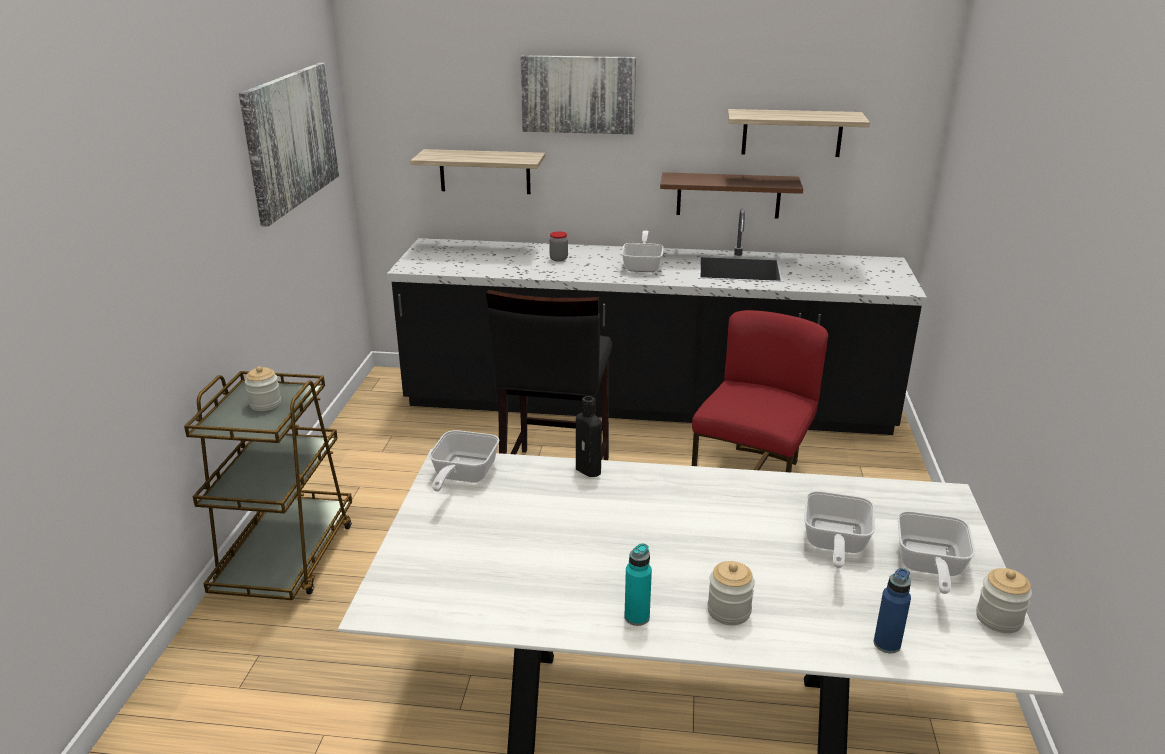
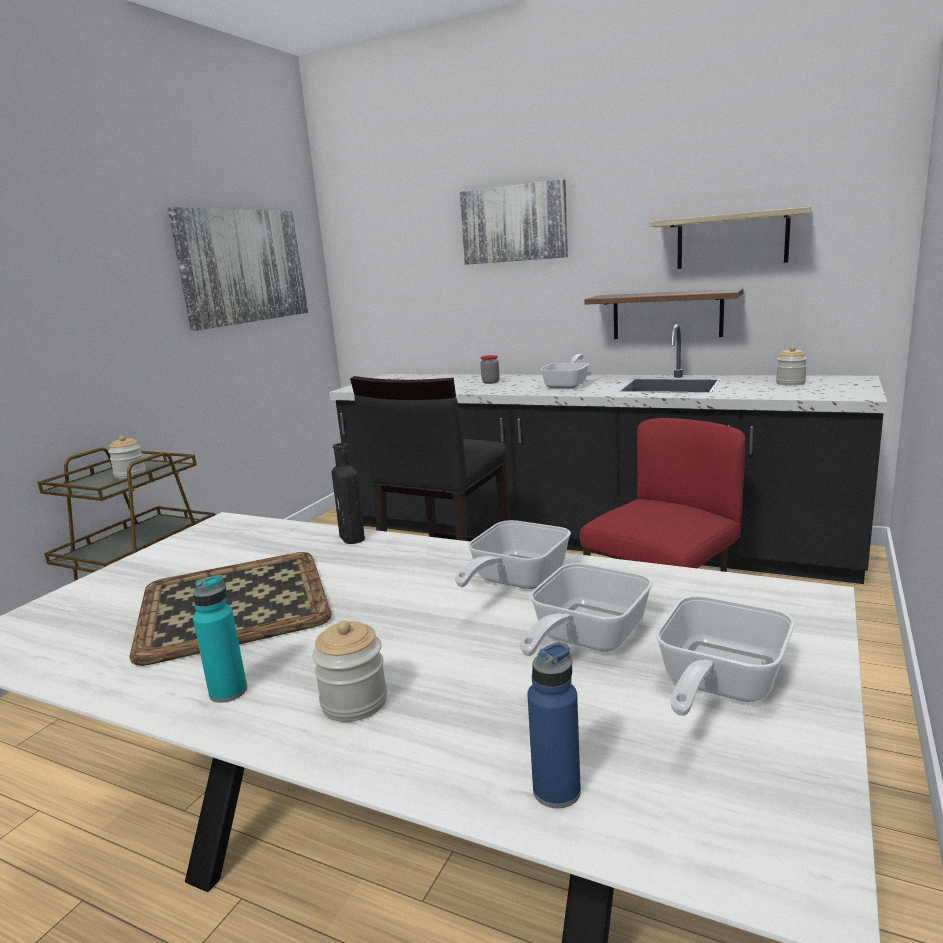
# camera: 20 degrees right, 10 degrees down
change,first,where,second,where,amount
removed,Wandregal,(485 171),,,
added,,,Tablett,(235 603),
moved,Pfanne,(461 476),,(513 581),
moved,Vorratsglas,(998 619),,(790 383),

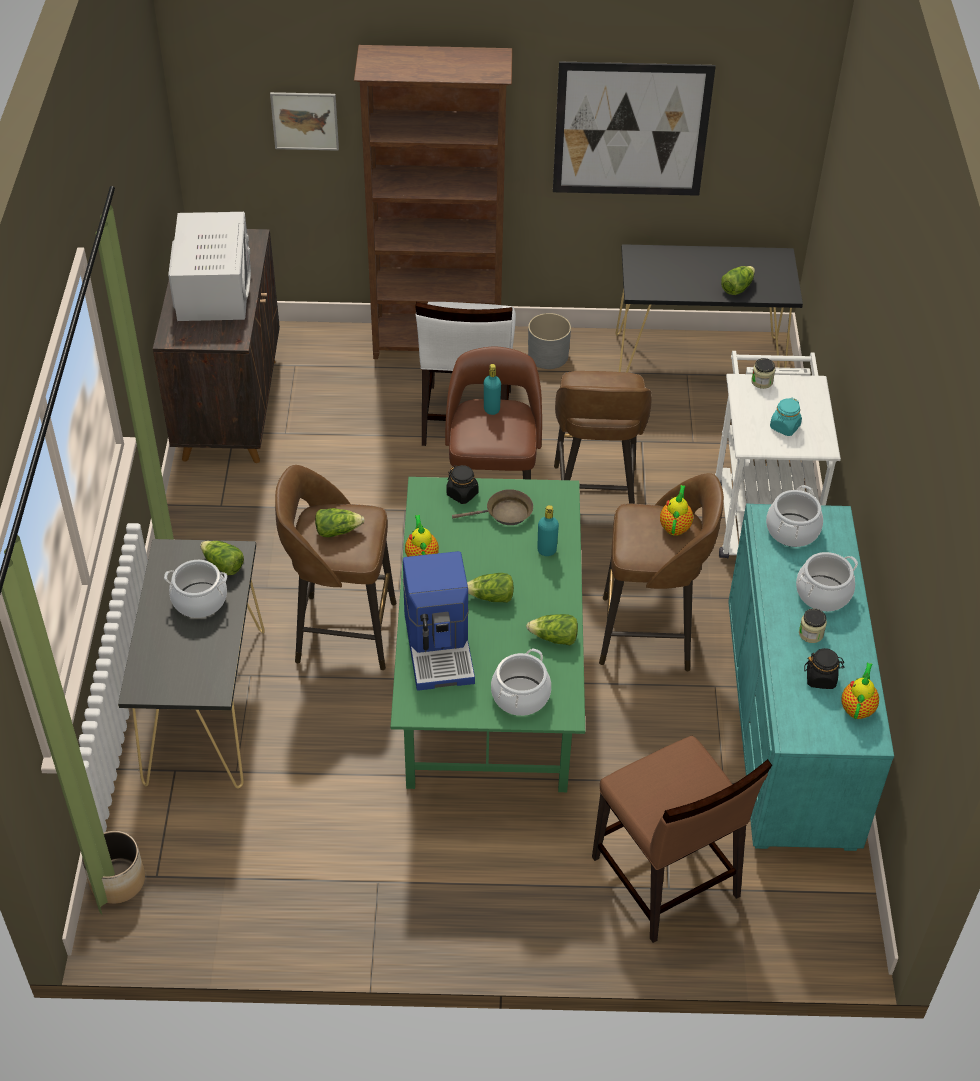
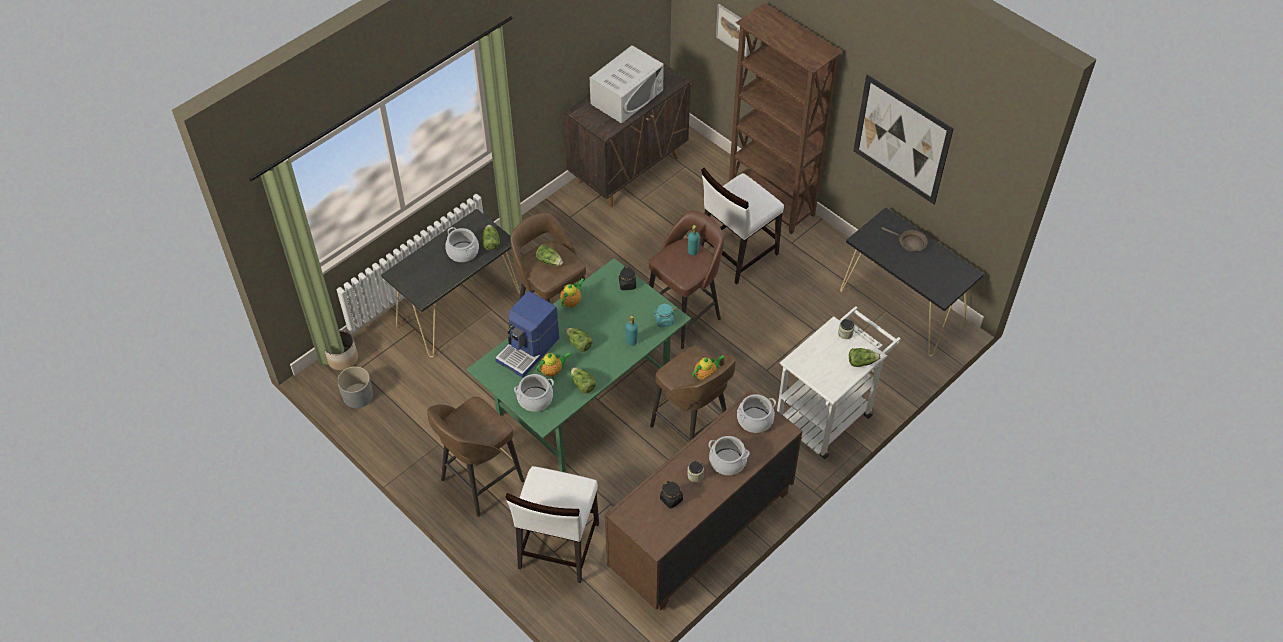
# camera: 45 degrees right, 5 degrees up
change,first,where,second,where,amount
moved,Pfanne (braun),(505 513),,(909 243),
moved,Pflanzkübel (grau),(548 356),,(358 396),
moved,Hocker (braun),(594 499),,(480 482),
moved,Salatkopf,(737 287),,(861 362),
moved,Vorratsglas (türkis),(784 427),,(664 321),
moved,Teekanne,(857 707),,(552 371),
recoloured,Stuhl (braun),(665 878),Stuhl (weiß),(558 546),
recoloured,Kommode (türkis),(789 729),Kommode (braun),(701 530),

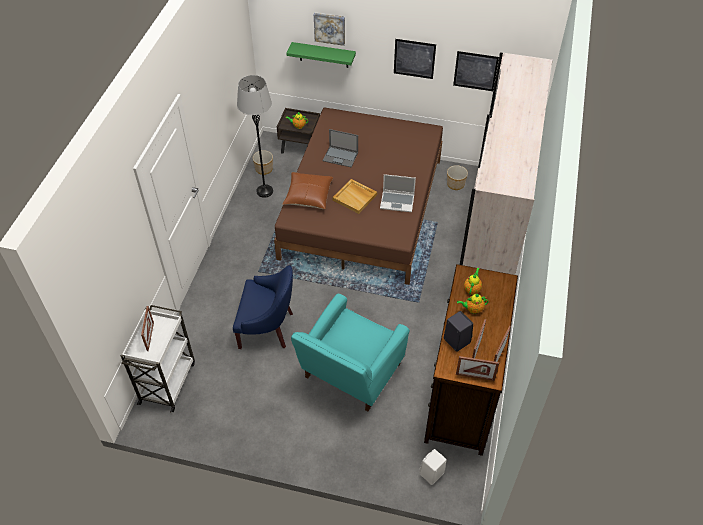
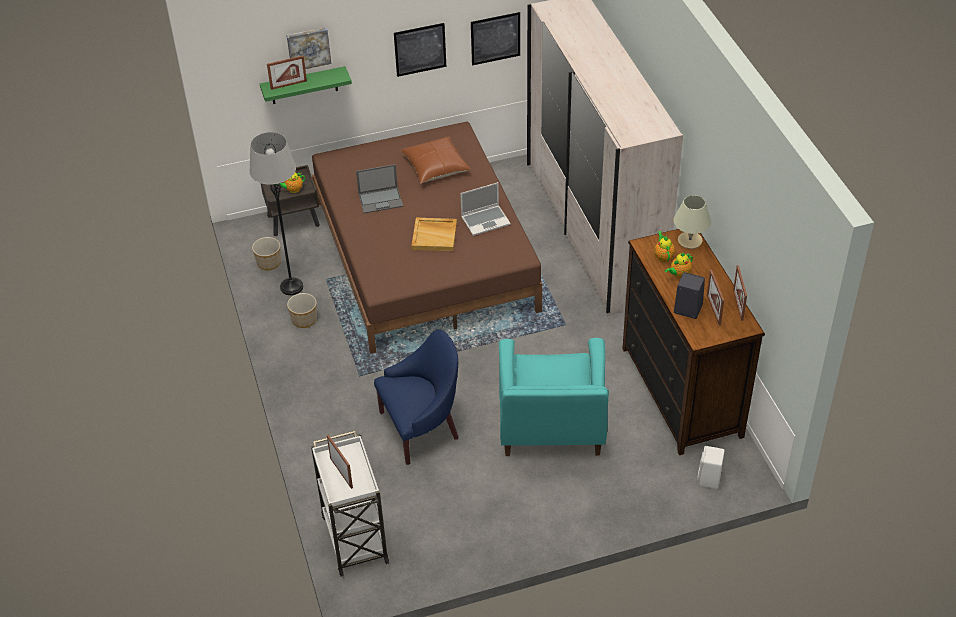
# camera: 30 degrees left, 5 degrees down
change,first,where,second,where,amount
added,,,Tischlampe (beige),(690 241),
moved,Kissen (braun),(308 196),,(435 167),
moved,Pflanzkübel,(455 184),,(304 319),
moved,Bilderrahmen,(475 377),,(288 85),

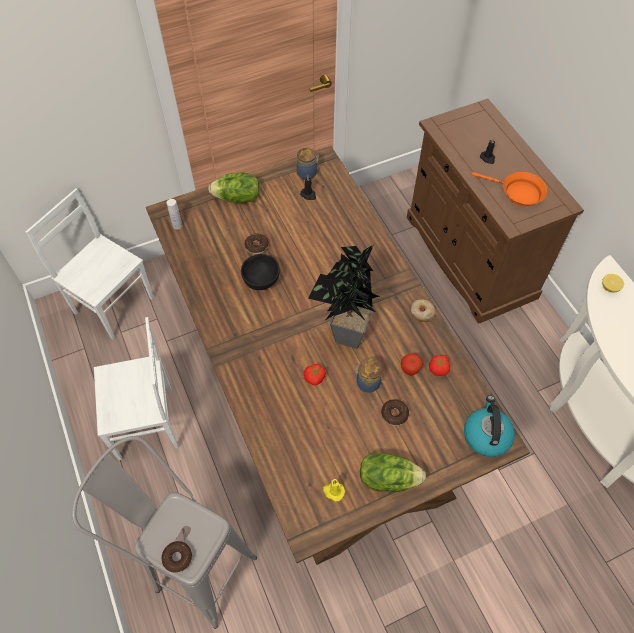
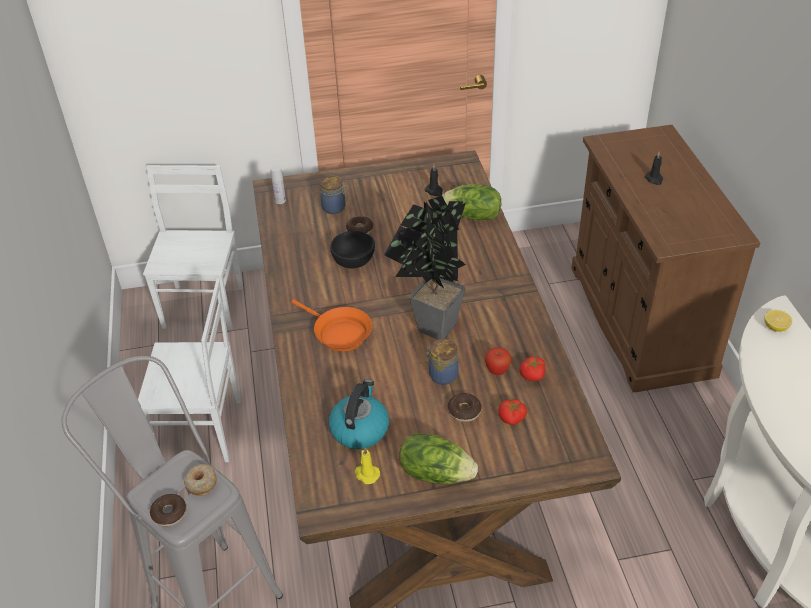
# camera: 15 degrees right, 15 degrees down
change,first,where,second,where,amount
moved,Salatkopf,(237 198),,(473 216),
moved,Vorratsglas,(308 173),,(335 208),
moved,Tomate,(315 378),,(512 418),
moved,Donut,(422 313),,(201 483),
moved,Wasserkessel,(486 435),,(359 429),
moved,Pfanne (orange),(518 193),,(339 333),
turned,Stuhl (weiß),(113 304),,(205 306),45 degrees clockwise

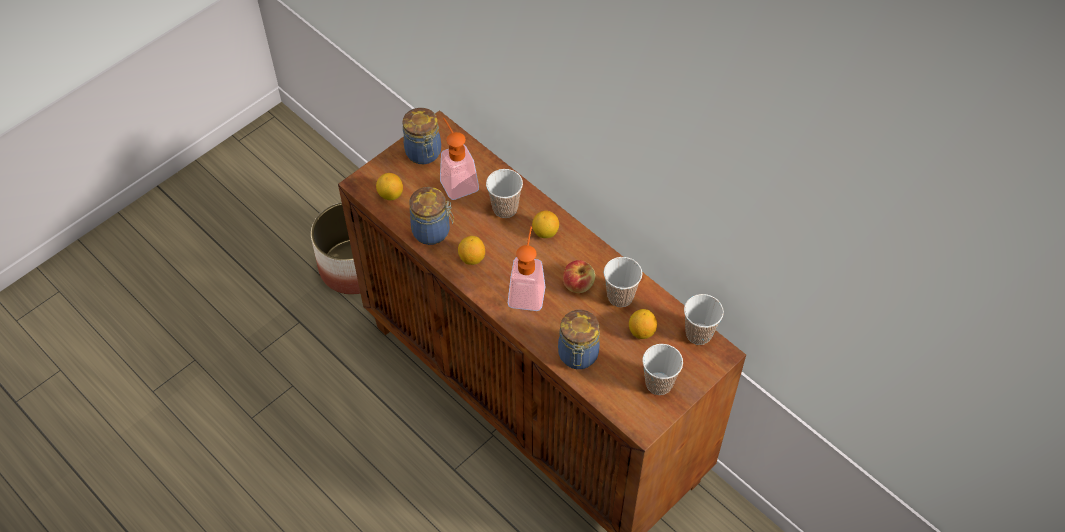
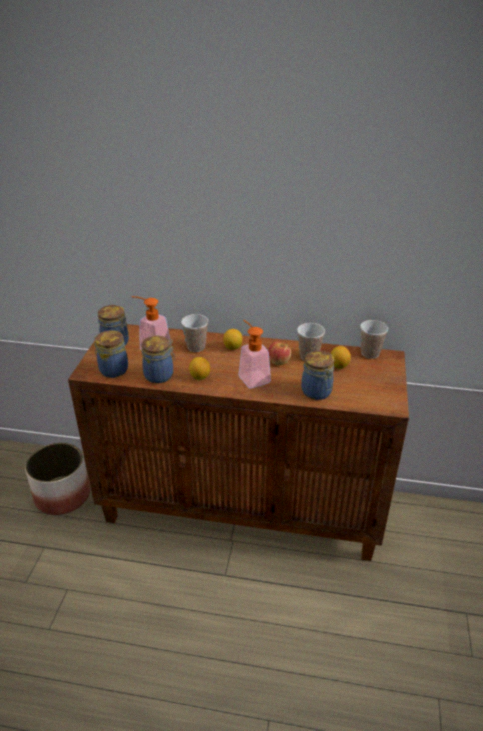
# camera: 35 degrees left, 20 degrees down
change,first,where,second,where,amount
removed,Tasse,(658 383),,,
replaced,Zitrone,(390 195),Vorratsglas,(112 370),

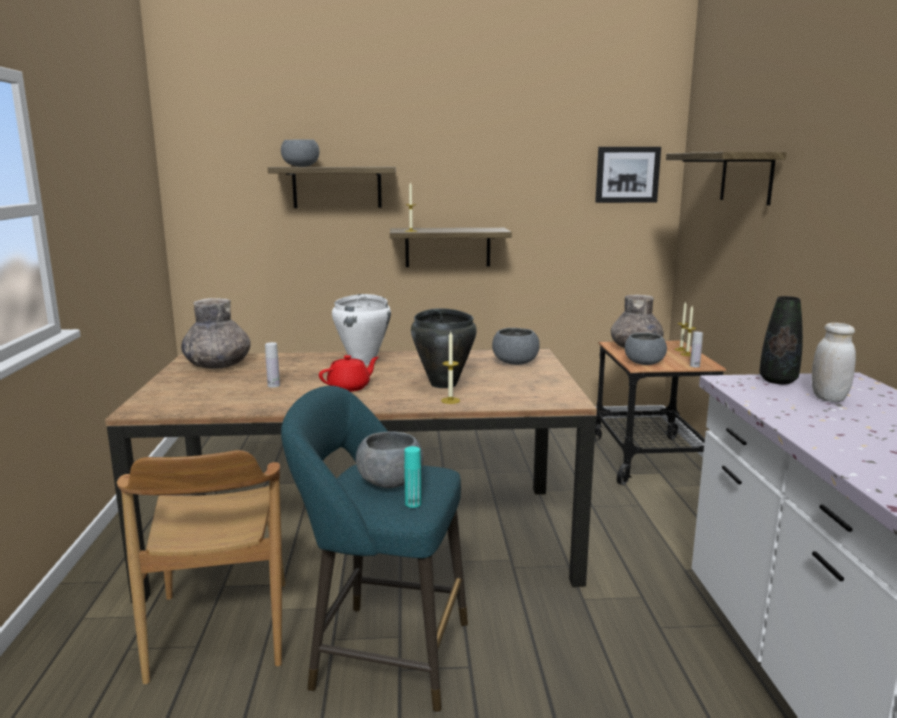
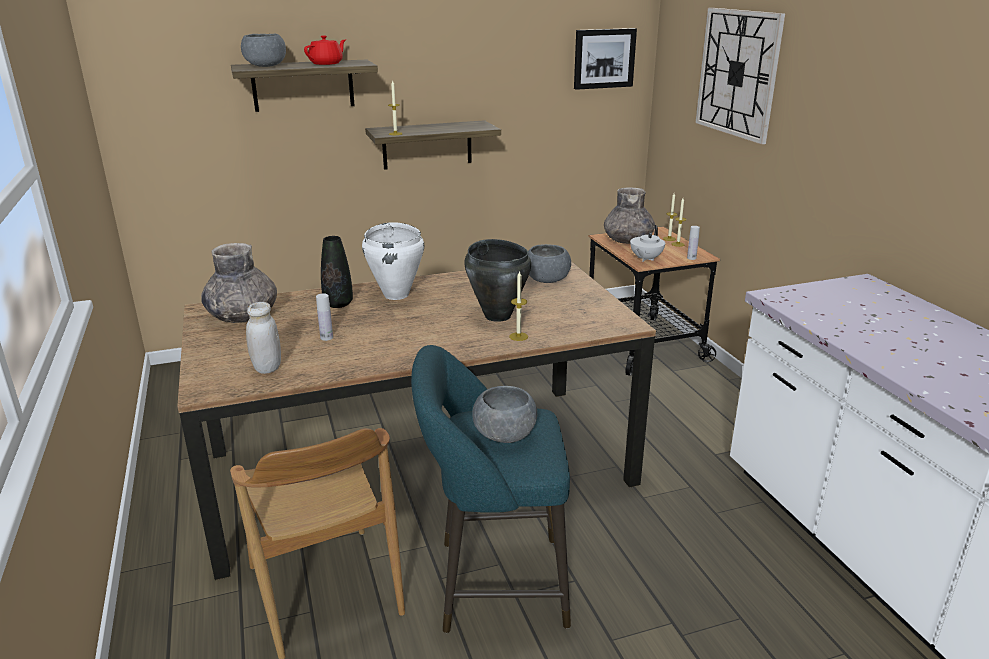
# camera: 15 degrees left, 10 degrees up
change,first,where,second,where,amount
removed,Flasche (türkis),(413 504),,,
moved,Teekanne (rot),(350 387),,(327 63),
moved,Vase (schwarz),(778 381),,(338 304),
moved,Vorratsglas (weiß),(828 398),,(267 368),
replaced,Schüssel (grau),(644 363),Teekanne (weiß),(645 259),
replaced,Wandregal,(746 177),Wanduhr,(738 73),

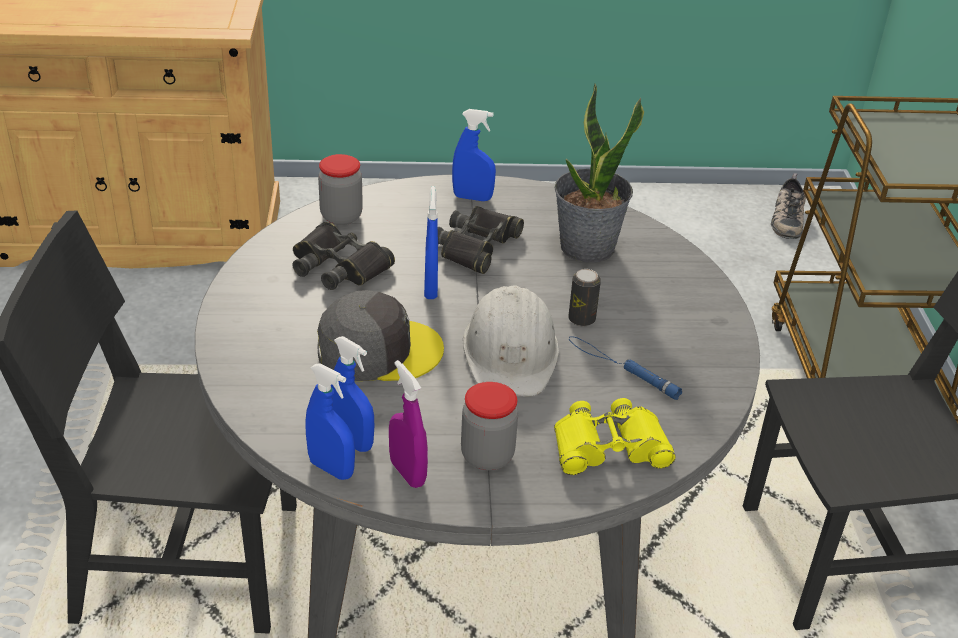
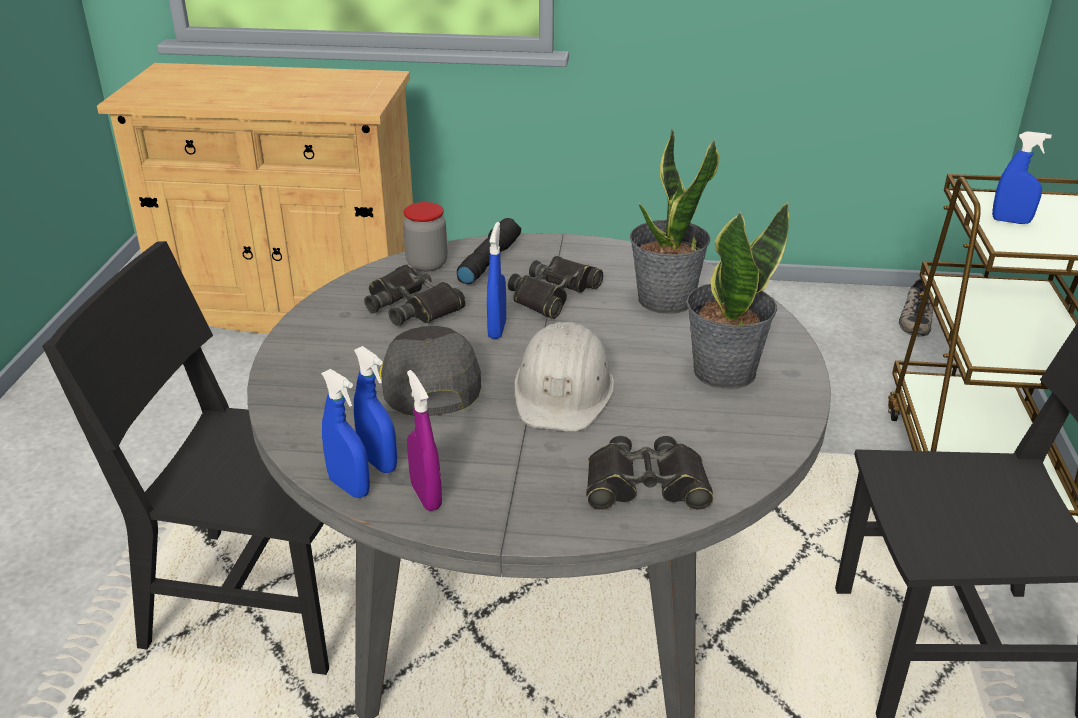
# camera: 10 degrees right, 5 degrees down
change,first,where,second,where,amount
removed,Vorratsglas,(487 456),,,
removed,Dose,(581 319),,,
removed,Taschenlampe (blau),(622 368),,,
added,,,Taschenlampe (schwarz),(488 261),
added,,,Topfpflanze,(723 371),
moved,Sprühflasche (blau),(472 198),,(1011 221),
recoloured,Fernglas (gelb),(609 447),Fernglas (schwarz),(646 485),
turned,Kappe (grau),(378 350),,(429 381),105 degrees counterclockwise

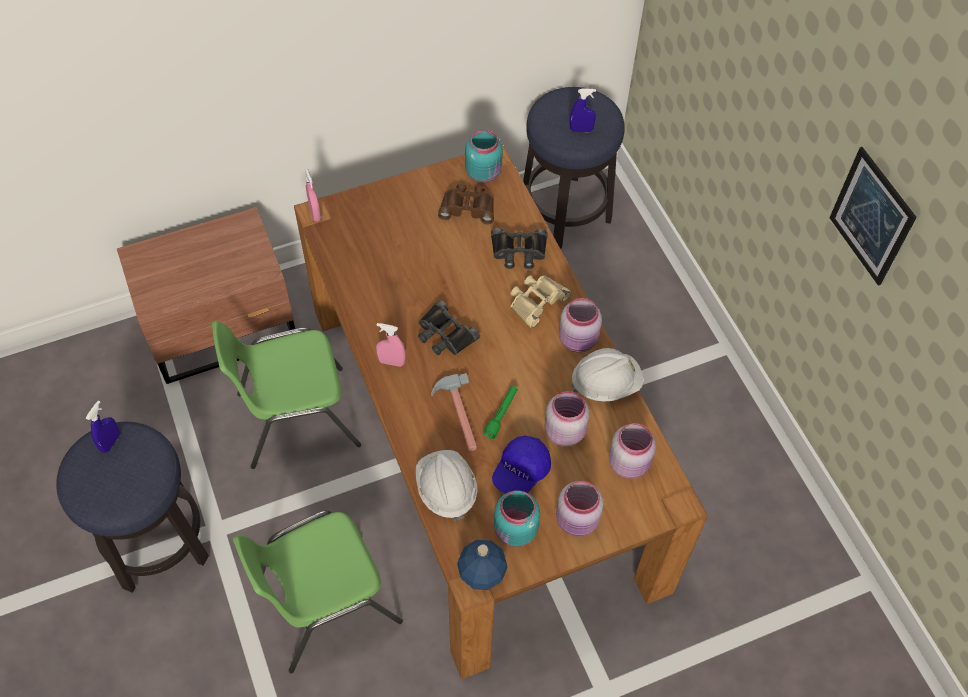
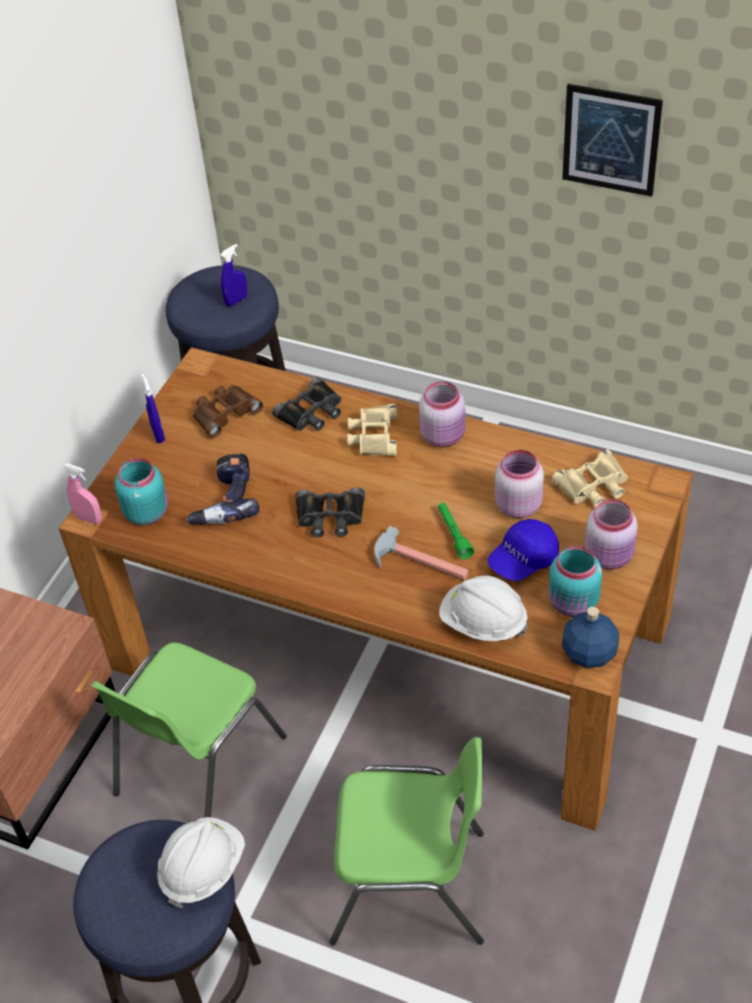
# camera: 40 degrees left, 10 degrees down
change,first,where,second,where,amount
removed,Sprühflasche (rosa),(391 362),,,
added,,,Bohrmaschine,(224 500),
moved,Sprühflasche (blau),(110 442),,(158 434),
moved,Vorratsglas (türkis),(484 172),,(147 512),
moved,Schutzhelm (weiß),(606 384),,(203 869),
replaced,Vorratsglas (rosa),(629 463),Fernglas (beige),(593 486),
turned,Stuhl (grün),(324 604),,(411 886),105 degrees counterclockwise
turned,Kappe (blau),(521 472),,(523 560),60 degrees clockwise

